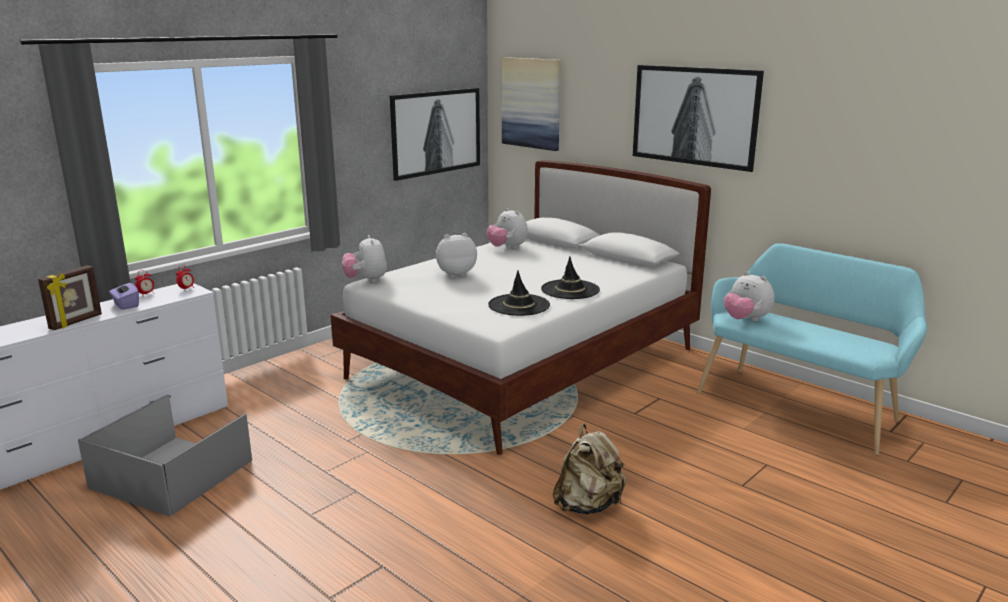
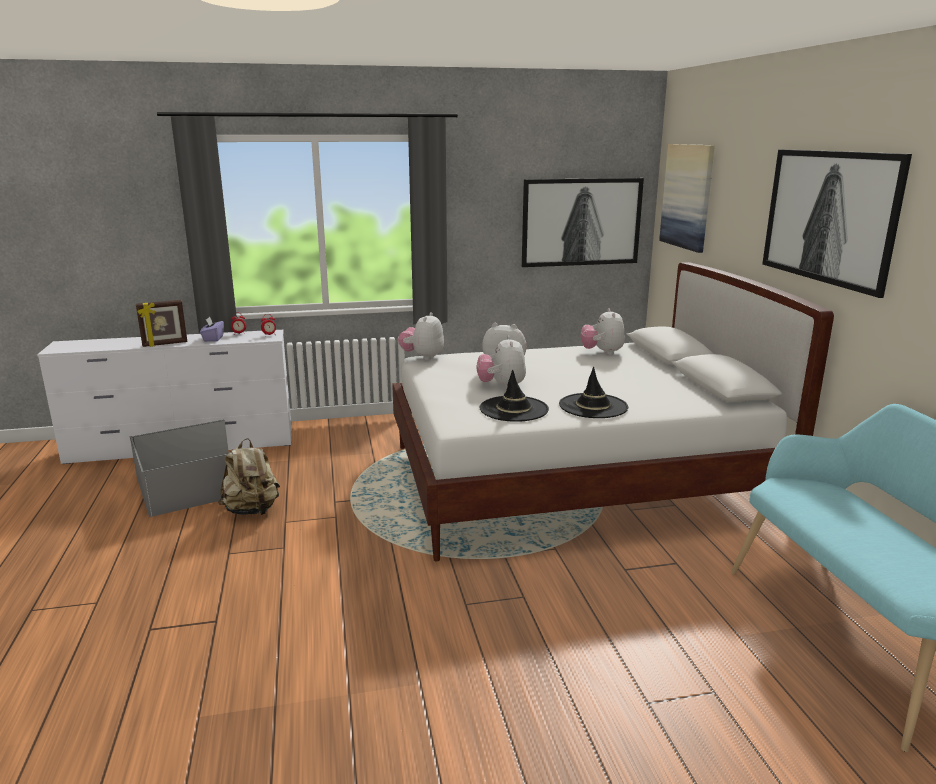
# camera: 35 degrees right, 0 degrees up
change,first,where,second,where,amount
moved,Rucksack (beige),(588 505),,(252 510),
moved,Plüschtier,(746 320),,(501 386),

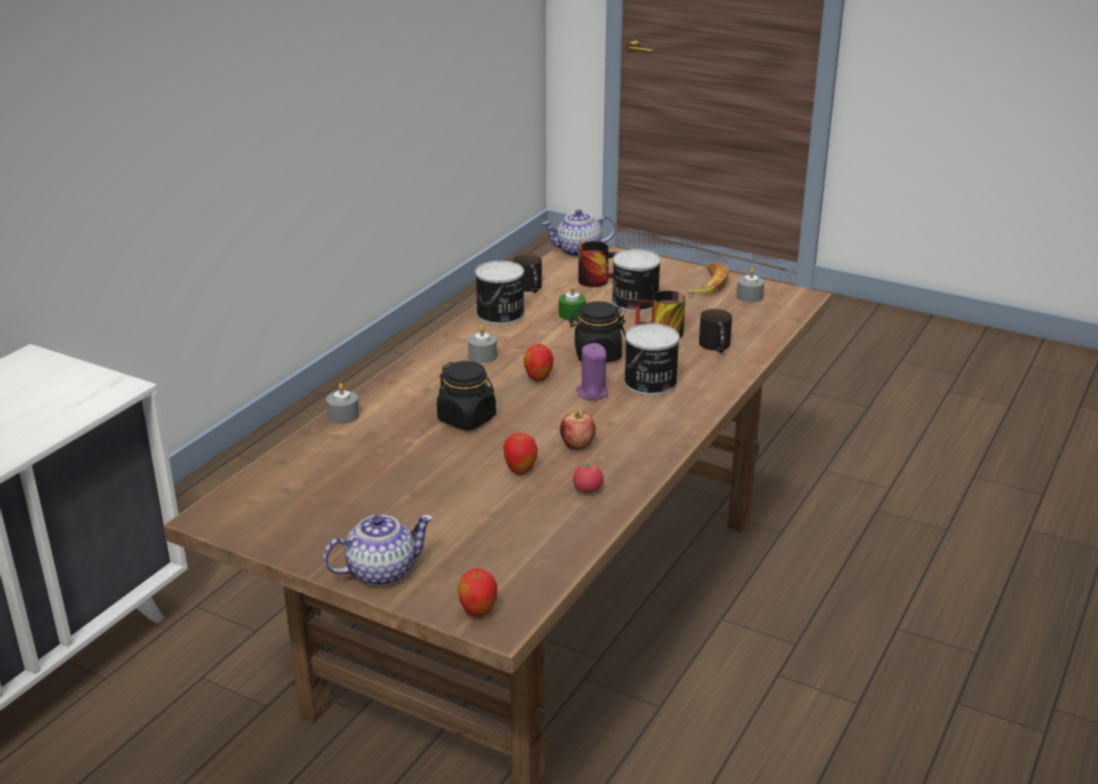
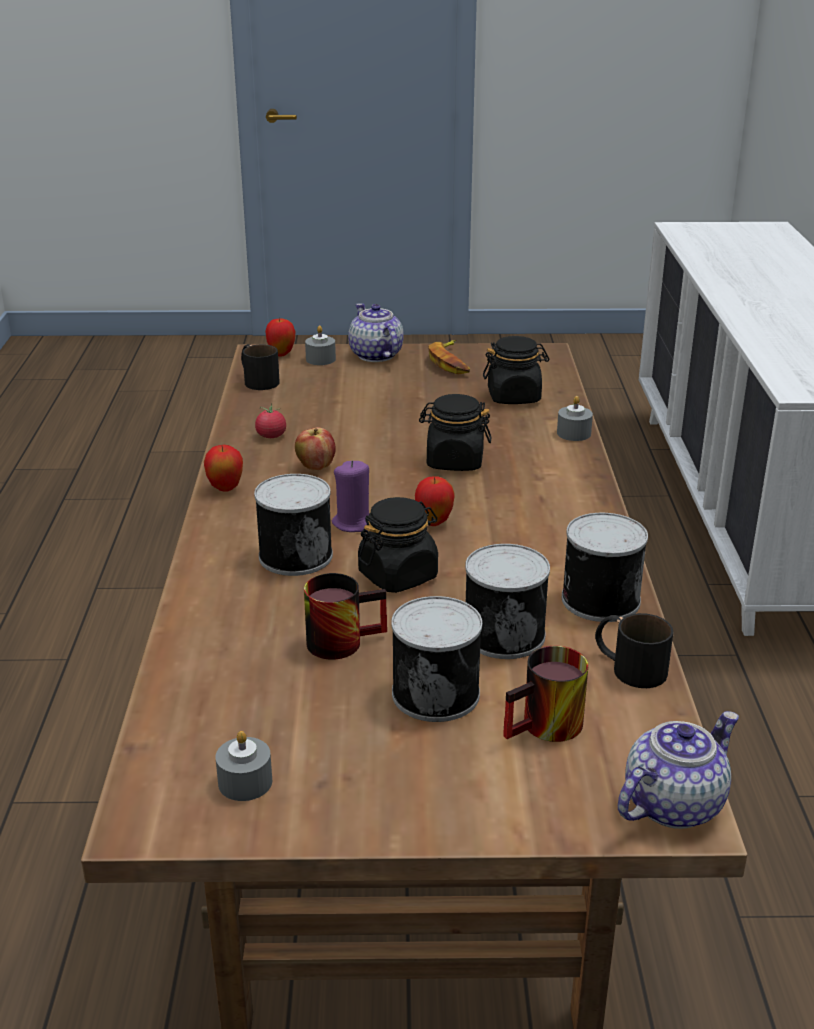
# camera: 150 degrees right, 0 degrees up
change,first,where,second,where,amount
added,,,Vorratsglas (schwarz),(514 397),
moved,Kerze (grau),(482 356),,(320 359),
moved,Apfel,(520 471),,(225 489),
moved,Banane,(708 285),,(451 363),
moved,Henkelbecher (schwarz),(716 347),,(257 380),
replaced,Kerze (grün),(572 314),Dose,(504 633),
turned,Teekanne,(380 571),,(375 355),120 degrees clockwise

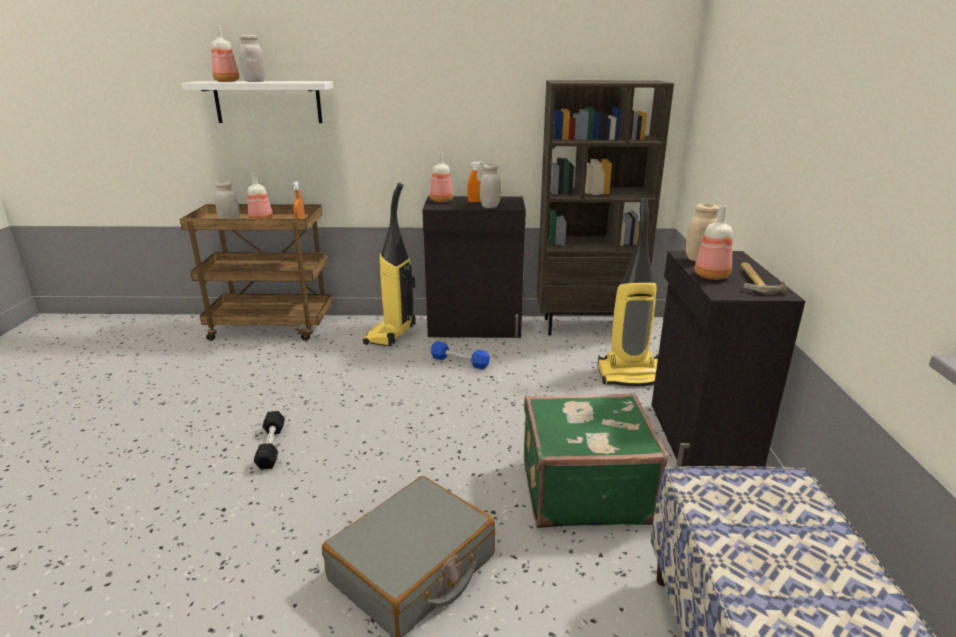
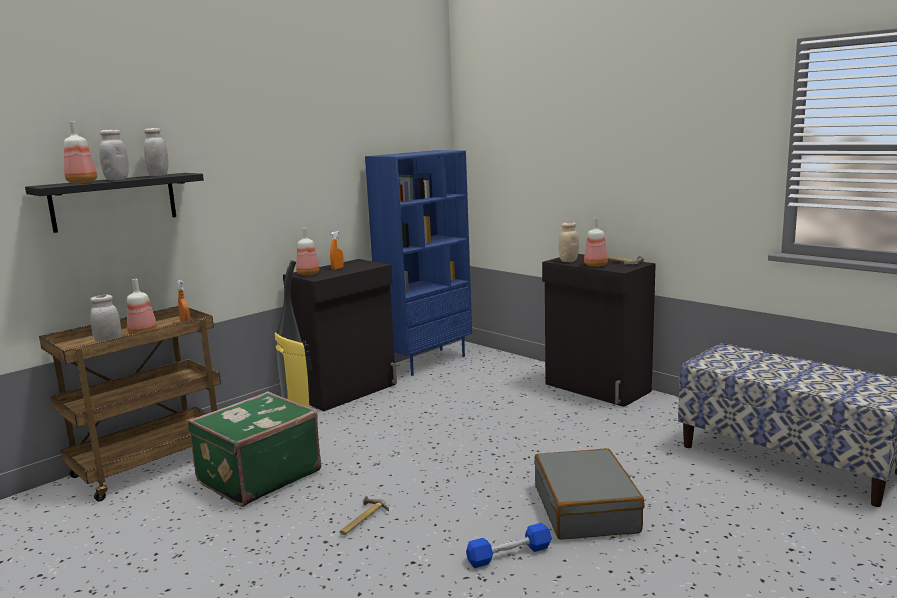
# camera: 45 degrees left, 10 degrees down
change,first,where,second,where,amount
removed,Staubsauger,(631 375),,,
moved,Hantel (blau),(459 362),,(509 554),
moved,Vorratsglas (weiß),(490 206),,(158 175),
moved,Koffer (grün),(583 490),,(257 476),
replaced,Hantel (schwarz),(271 447),Hammer,(361 519),
recoloured,Wandregal (weiß),(268 102),Wandregal (schwarz),(114 201),
recoloured,Bücherregal (braun),(587 326),Bücherregal (blau),(427 361),

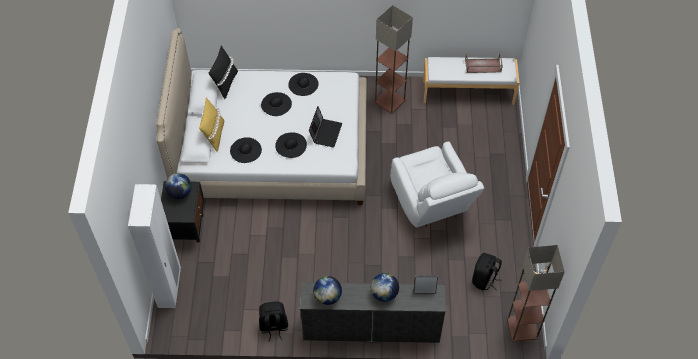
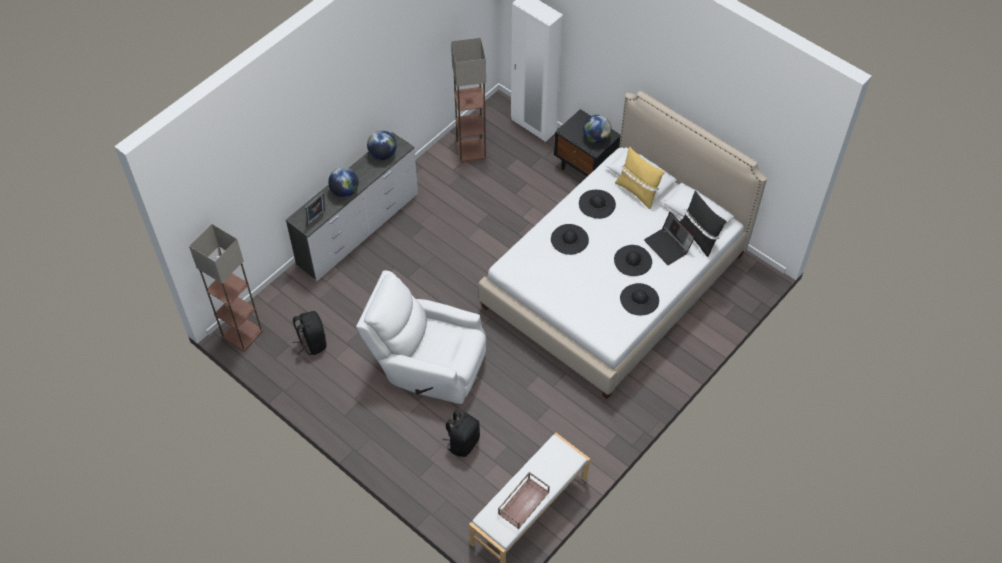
# camera: 130 degrees right, 0 degrees up
change,first,where,second,where,amount
moved,Rucksack (schwarz),(273 327),,(463 442),
moved,Laptop,(325 132),,(668 246),
moved,Stehlampe,(389 101),,(471 149),

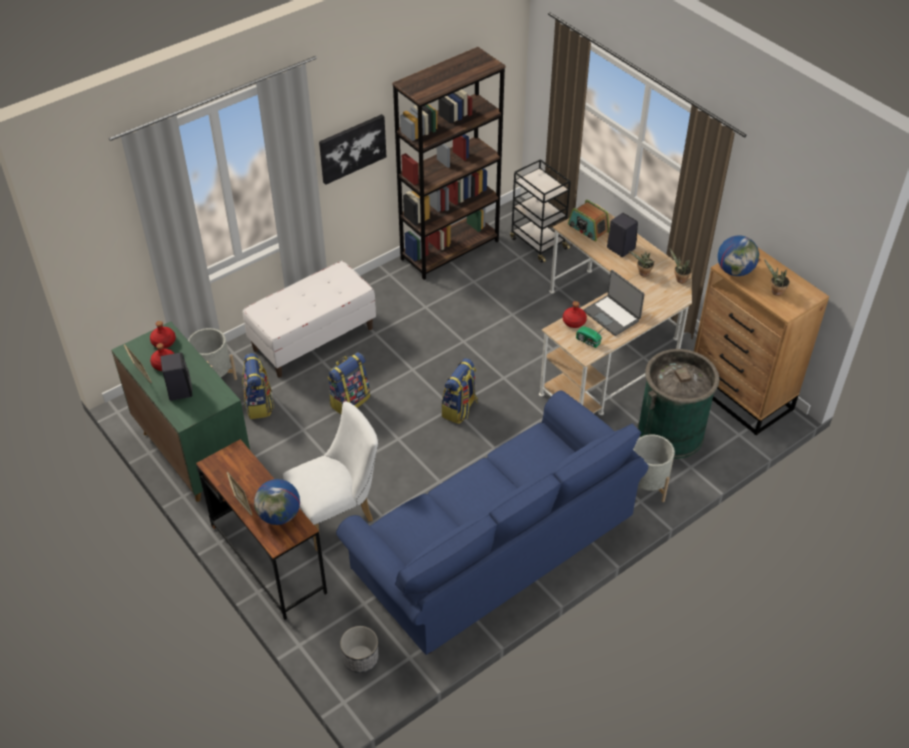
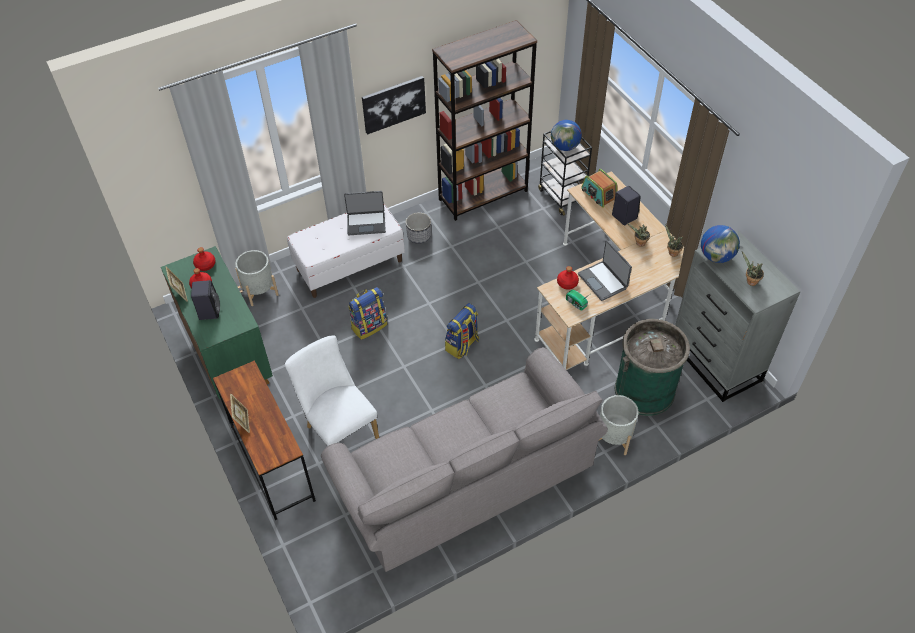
# camera: 10 degrees right, 5 degrees up
change,first,where,second,where,amount
removed,Rucksack,(259 404),,,
added,,,Laptop,(366 223),
moved,Globus,(279 515),,(565 147),
moved,Pflanzkübel,(361 658),,(419 236),
recoloured,Sofa (blau),(493 550),Sofa (grau),(465 480),
recoloured,Kommode (braun),(740 395),Kommode (grau),(716 362),
turned,Stuhl (weiß),(338 514),,(339 429),105 degrees counterclockwise

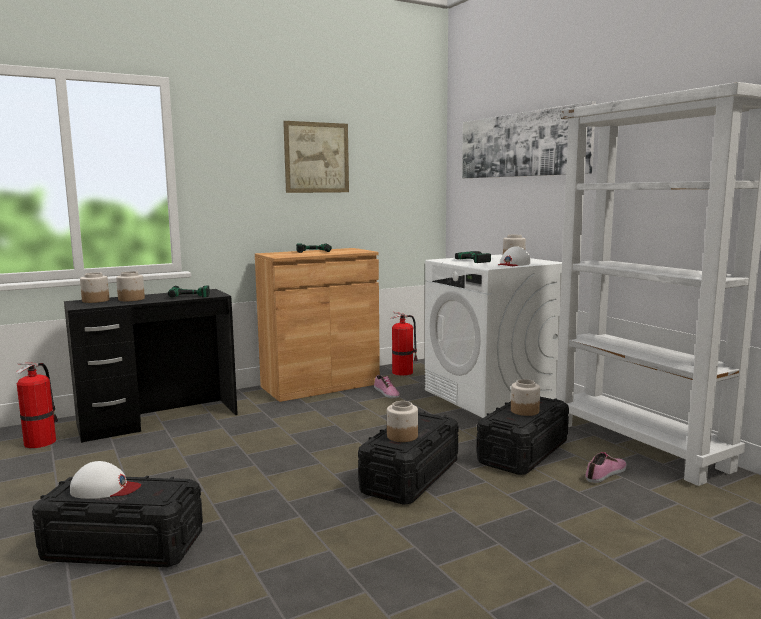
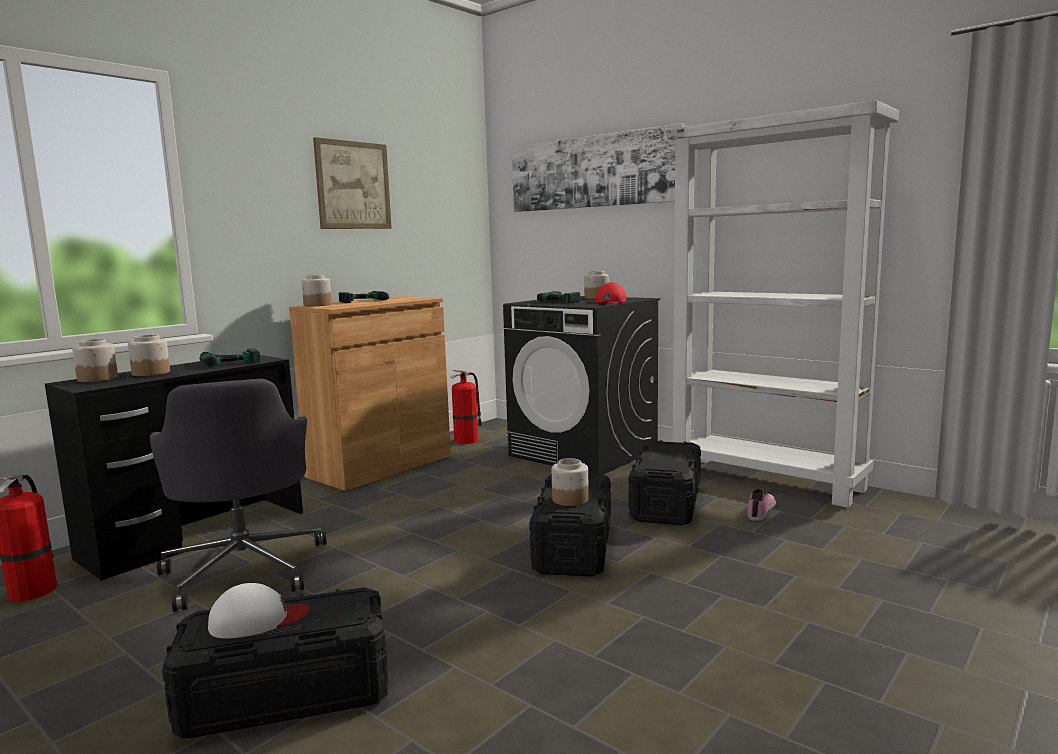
# camera: 20 degrees left, 0 degrees up
change,first,where,second,where,amount
removed,Schuh,(386 393),,,
added,,,Bürostuhl (grau),(245 569),
moved,Vorratsglas,(524 411),,(317 305),
recoloured,Waschmaschine (weiß),(490 396),Waschmaschine (schwarz),(584 453),
recoloured,Kappe (weiß),(513 264),Kappe (rot),(610 302),

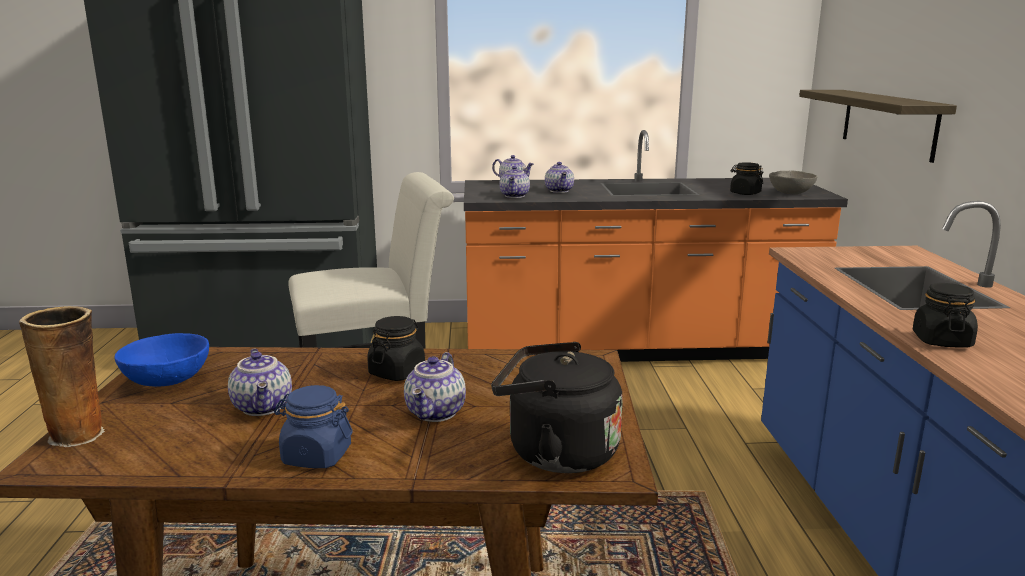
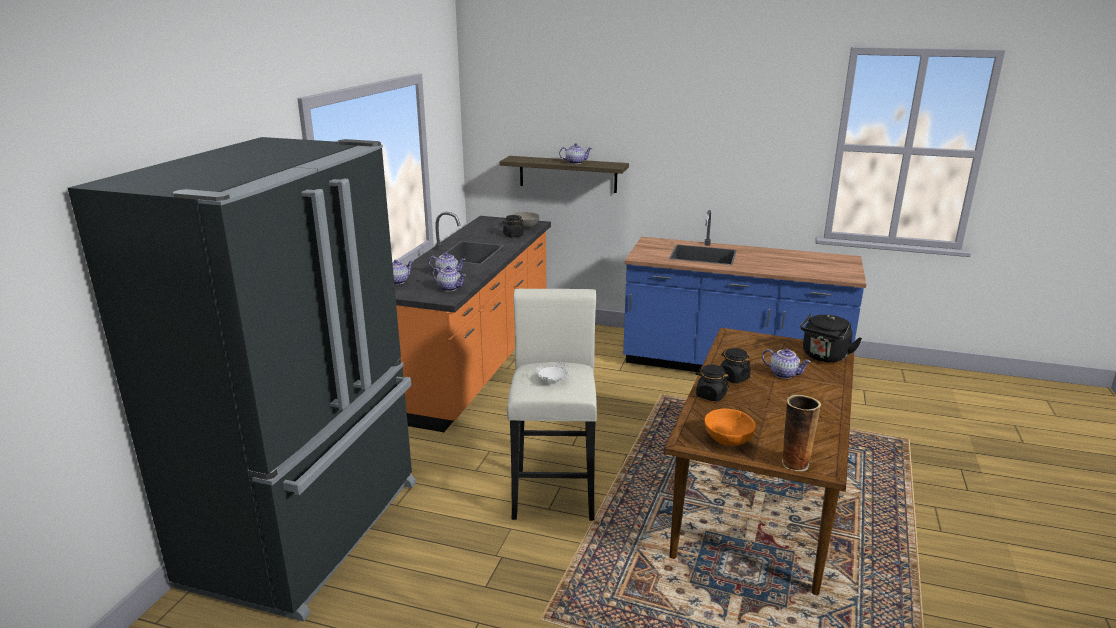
# camera: 70 degrees left, 5 degrees up
change,first,where,second,where,amount
removed,Vorratsglas (blau),(316 456),,,
added,,,Teller (weiß),(553 380),
moved,Teekanne,(264 407),,(575 162),
moved,Vorratsglas (schwarz),(941 341),,(710 395),
recoloured,Schüssel (blau),(168 381),Schüssel (orange),(728 440),

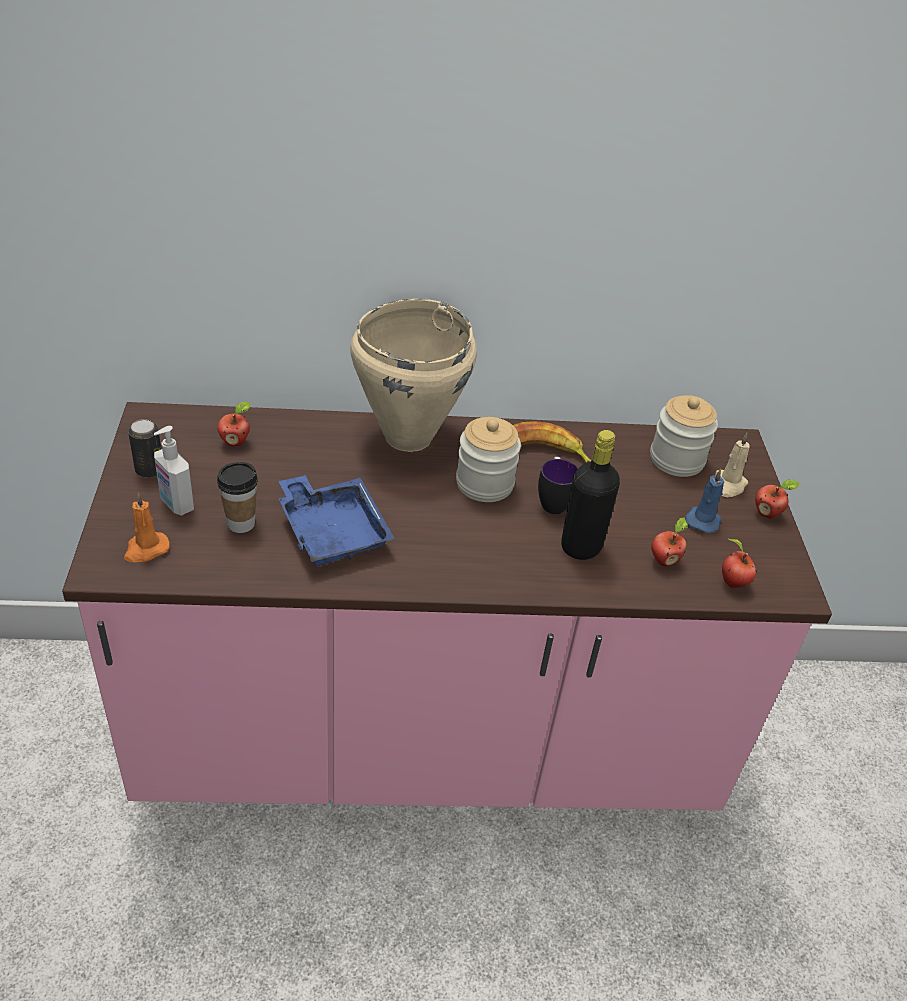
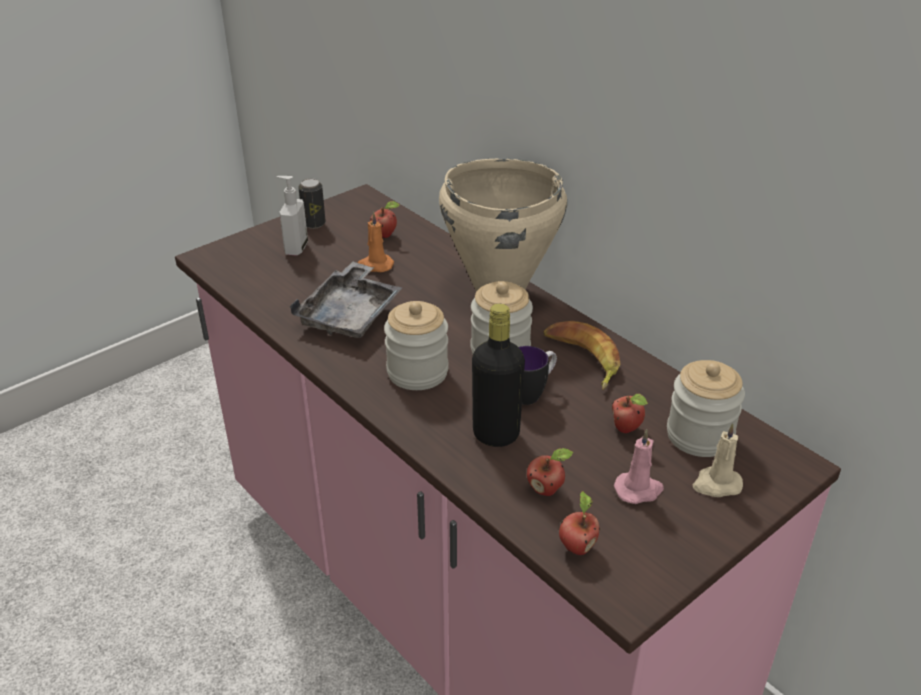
# camera: 55 degrees right, 5 degrees down
change,first,where,second,where,amount
removed,Tasse,(241 523),,,
added,,,Vorratsglas,(417 372),
moved,Kerze (orange),(146 549),,(375 265),
moved,Apfel,(768 513),,(627 429),
recoloured,Tablett (blau),(332 531),Tablett (grau),(350 314),
recoloured,Kerze (blau),(703 520),Kerze (rosa),(639 490),

